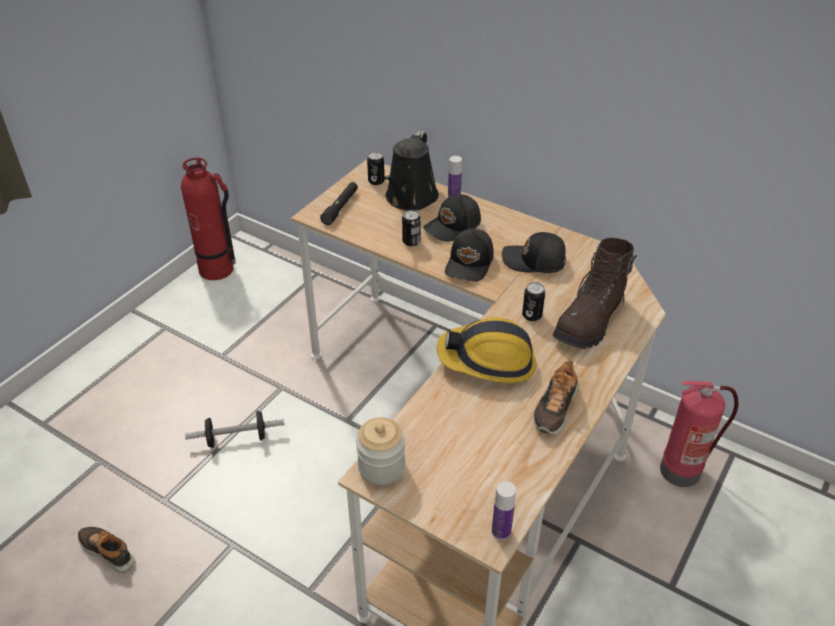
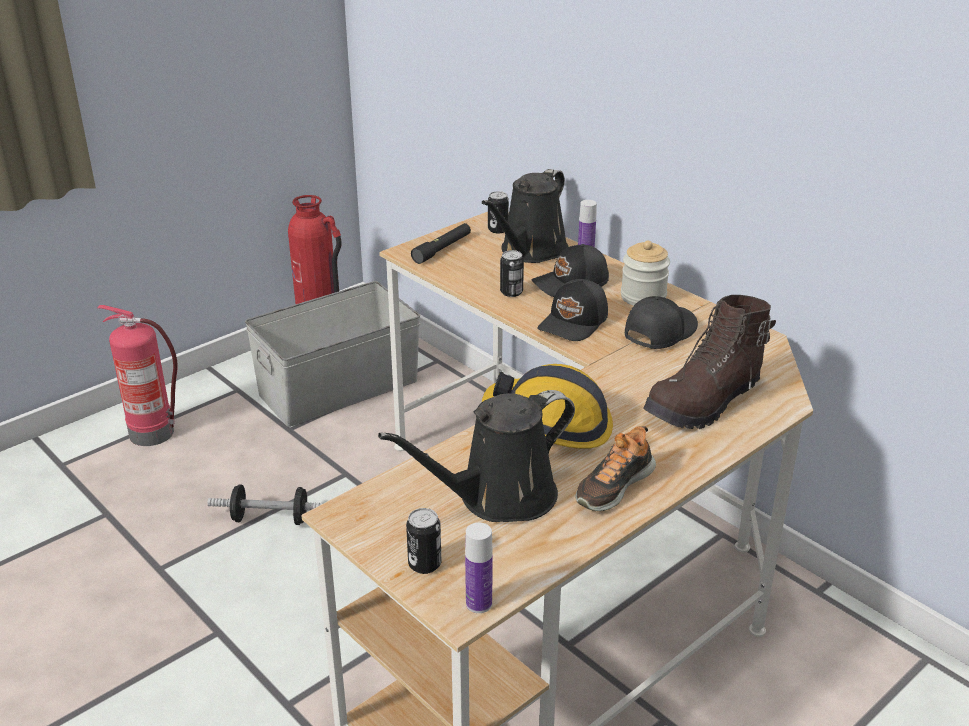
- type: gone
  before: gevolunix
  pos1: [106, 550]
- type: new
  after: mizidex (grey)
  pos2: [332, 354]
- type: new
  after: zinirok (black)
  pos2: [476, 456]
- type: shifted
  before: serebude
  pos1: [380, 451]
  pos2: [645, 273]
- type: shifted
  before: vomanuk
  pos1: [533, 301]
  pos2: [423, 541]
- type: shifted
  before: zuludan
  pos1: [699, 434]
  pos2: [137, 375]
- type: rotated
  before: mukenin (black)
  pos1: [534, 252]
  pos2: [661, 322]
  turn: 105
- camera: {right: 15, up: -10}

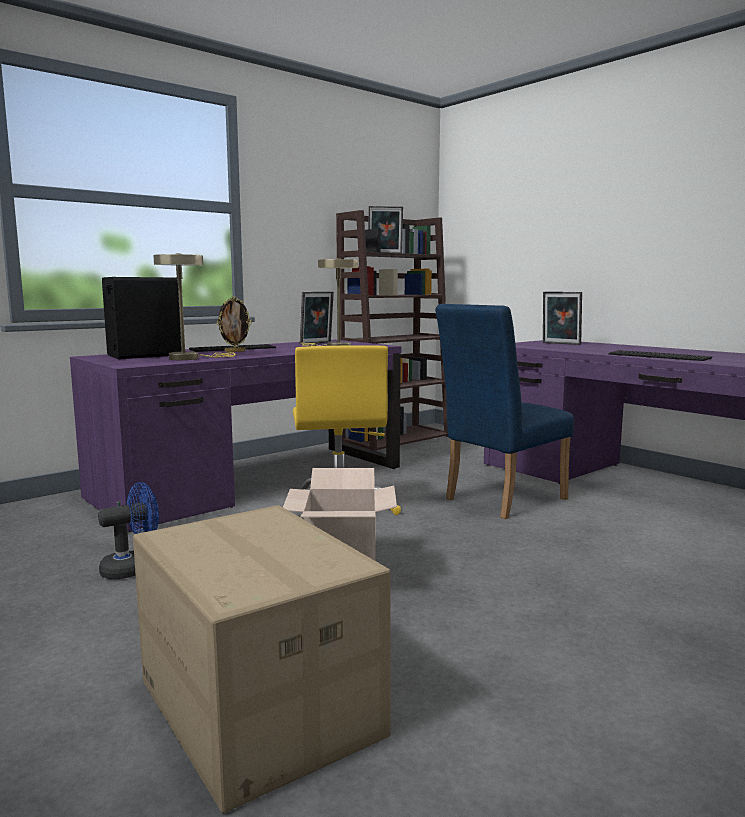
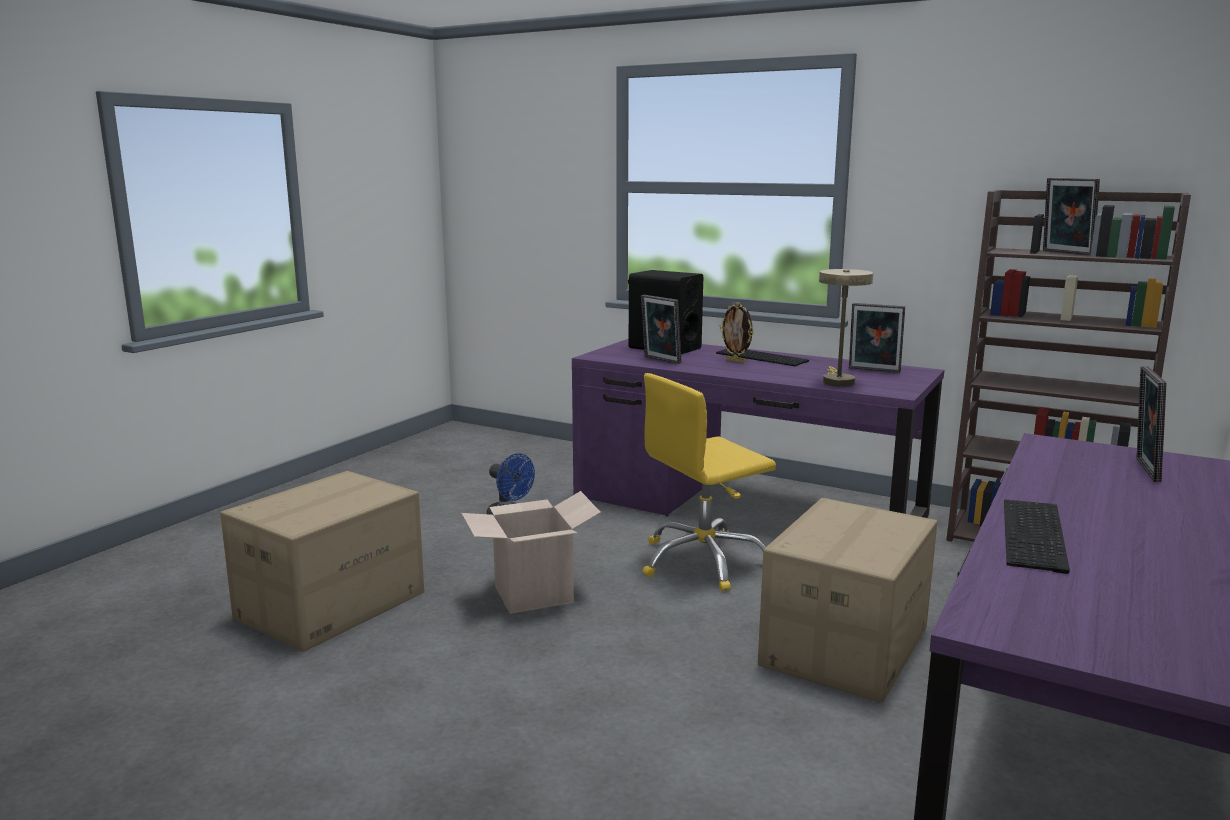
- type: swapped
  before: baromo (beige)
  after: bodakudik
  pos1: [194, 306]
  pos2: [661, 329]
- type: swapped
  before: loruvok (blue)
  after: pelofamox
  pos1: [504, 411]
  pos2: [847, 600]
- camera: {right: 70, up: 5}

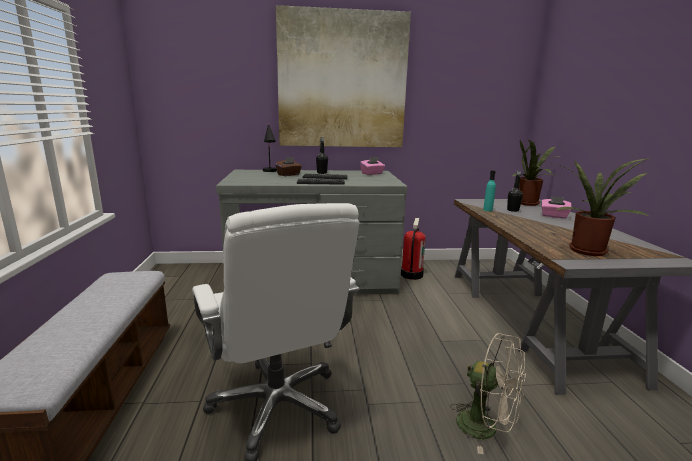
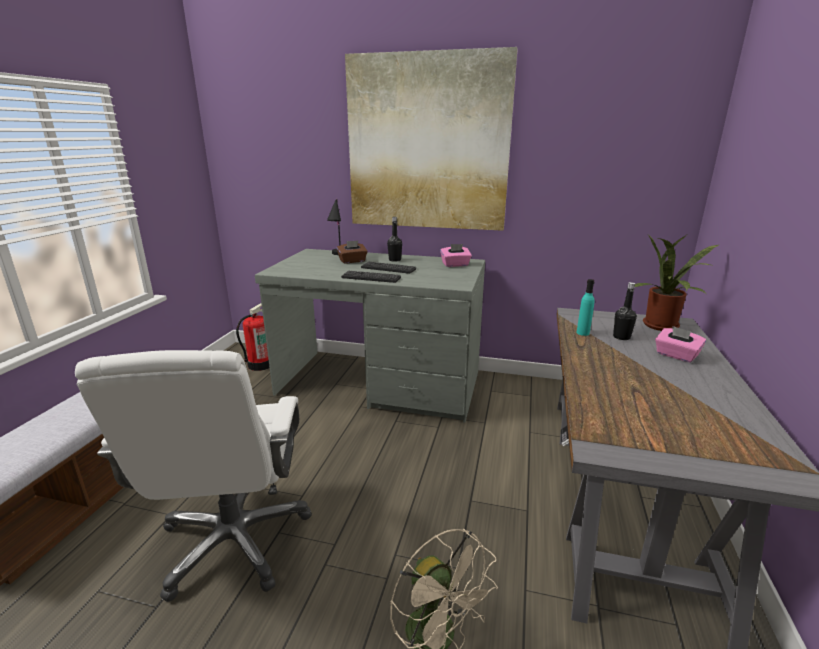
- type: gone
  before: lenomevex
  pos1: [602, 207]
- type: shifted
  before: zuludan
  pos1: [413, 249]
  pos2: [253, 337]
- camera: {right: 20, up: 5}

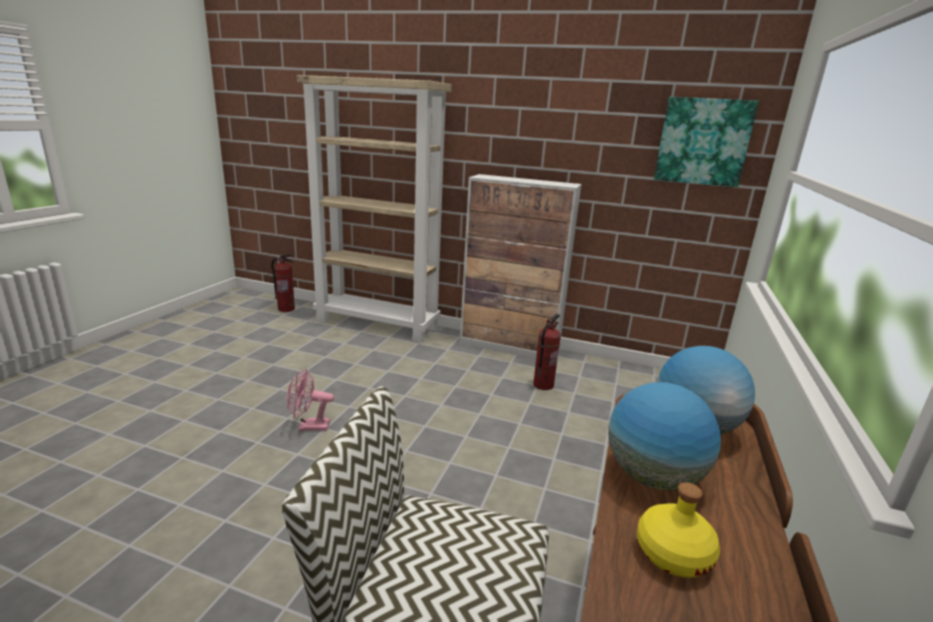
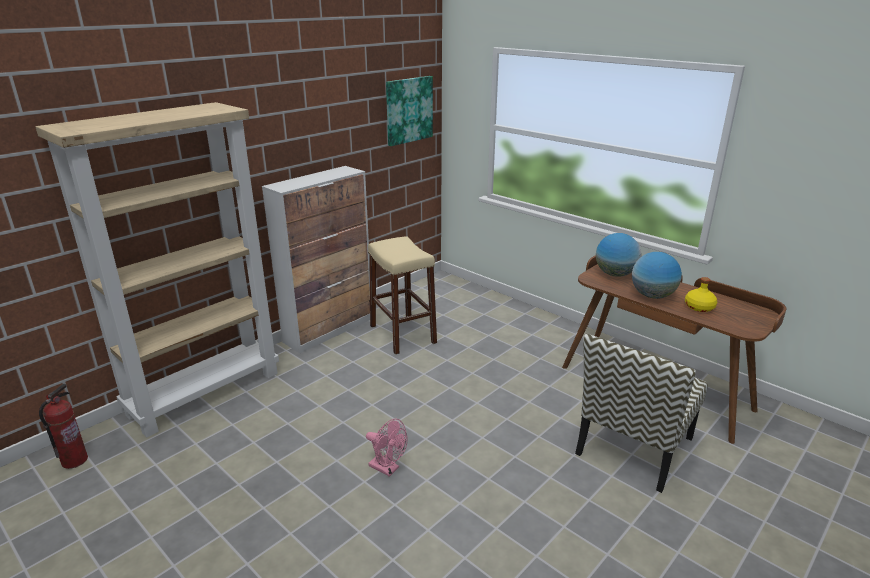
- type: swapped
  before: zuludan
  after: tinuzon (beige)
  pos1: [547, 352]
  pos2: [402, 295]
- type: rotated
  before: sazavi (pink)
  pos1: [310, 400]
  pos2: [387, 448]
  turn: -75
- camera: {right: -65, up: 5}

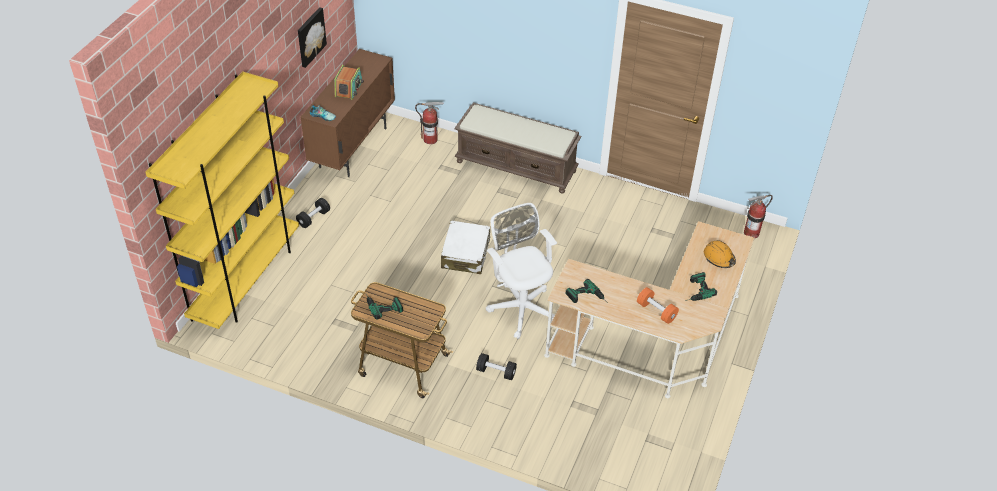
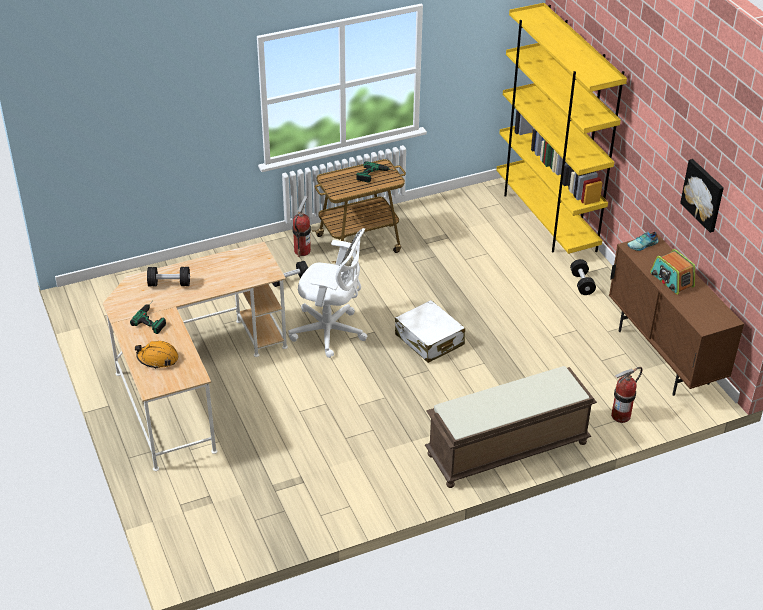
- type: gone
  before: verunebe
  pos1: [586, 291]
- type: shifted
  before: zuludan
  pos1: [758, 216]
  pos2: [301, 226]
- type: repainted
  before: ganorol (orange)
  after: ganorol (black)
  pos1: [658, 305]
  pos2: [168, 276]
- camera: {right: 135, up: -5}

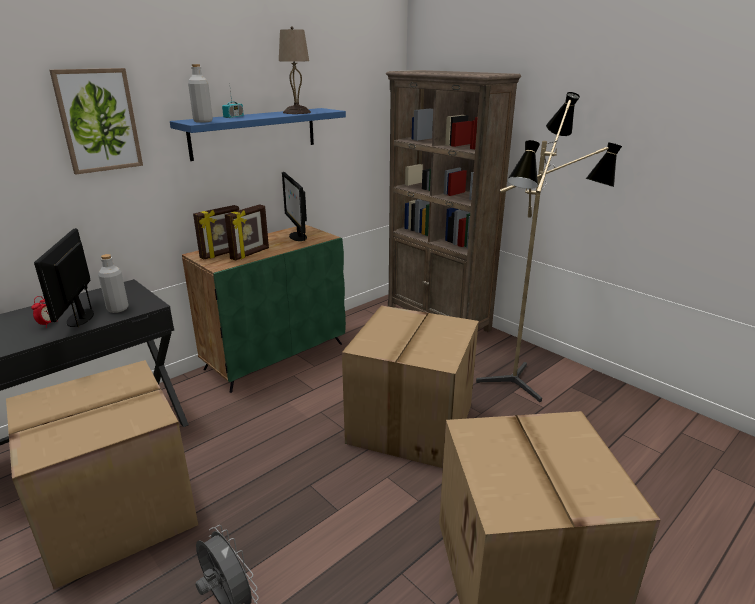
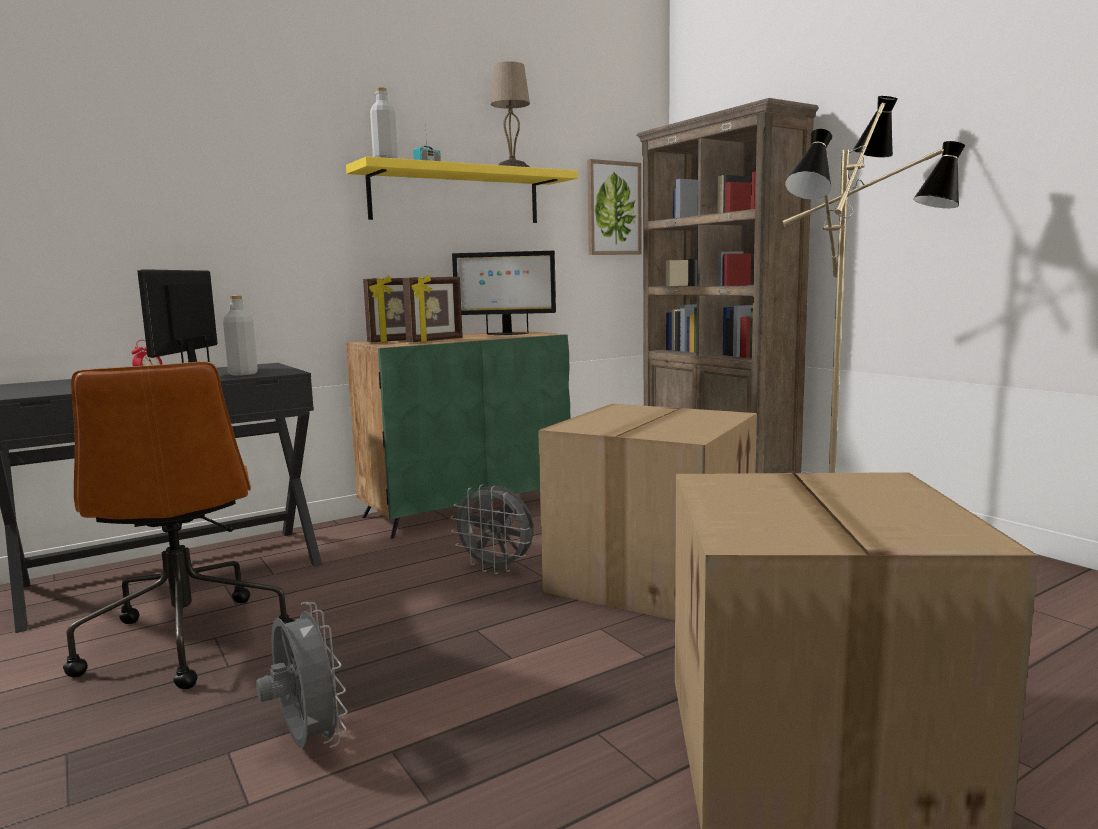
- type: new
  after: sazavi (grey)
  pos2: [491, 529]
- type: shifted
  before: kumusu
  pos1: [96, 121]
  pos2: [614, 207]
- type: swapped
  before: pelofamox
  after: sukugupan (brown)
  pos1: [102, 474]
  pos2: [179, 525]
- type: repainted
  before: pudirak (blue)
  after: pudirak (yellow)
  pos1: [258, 134]
  pos2: [462, 189]
- type: rotated
  before: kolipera
  pos1: [294, 206]
  pos2: [504, 293]
  turn: -75
- camera: {right: 10, up: -15}

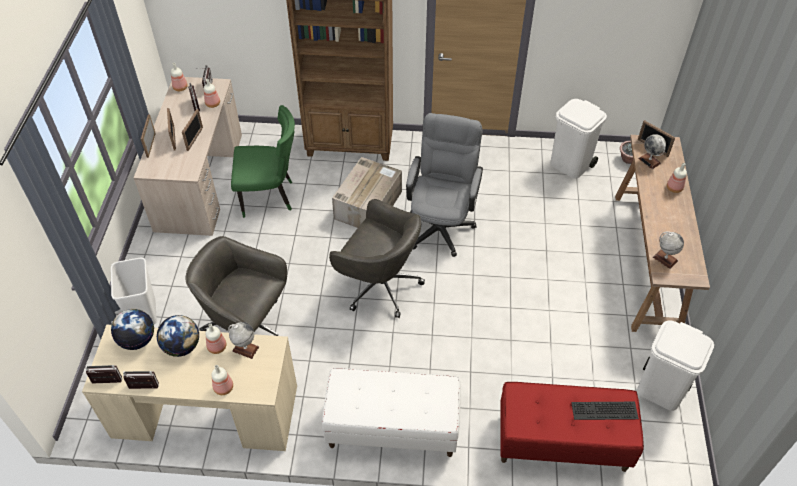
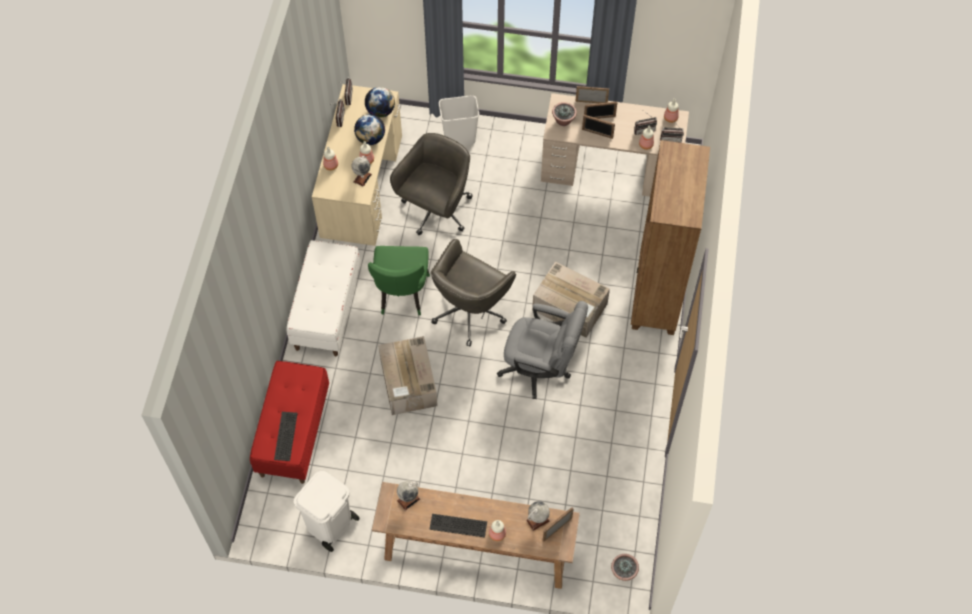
- type: gone
  before: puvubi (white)
  pos1: [578, 139]
- type: new
  after: pelofamox
  pos2: [408, 375]
- type: new
  after: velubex
  pos2: [458, 526]
- type: new
  after: lenomevex
  pos2: [564, 114]
- type: shifted
  before: loruvok (green)
  pos1: [263, 161]
  pos2: [399, 280]
- camera: {right: 95, up: 10}

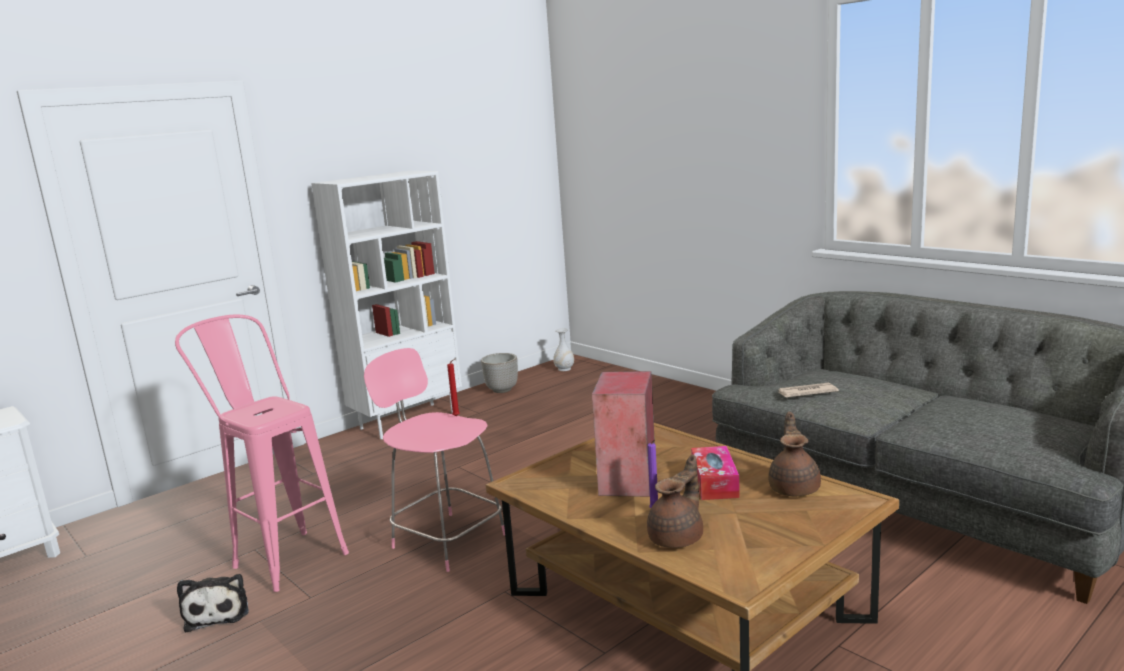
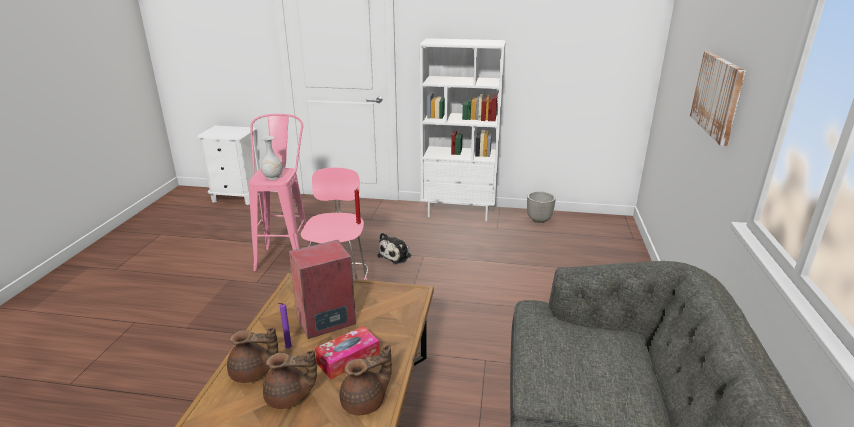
- type: gone
  before: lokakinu
  pos1: [808, 390]
- type: new
  after: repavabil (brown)
  pos2: [290, 379]
- type: new
  after: kumusu
  pos2: [718, 98]
- type: shifted
  before: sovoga
  pos1: [213, 603]
  pos2: [394, 248]
- type: shifted
  before: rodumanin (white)
  pos1: [563, 349]
  pos2: [272, 158]
- camera: {right: 50, up: 10}

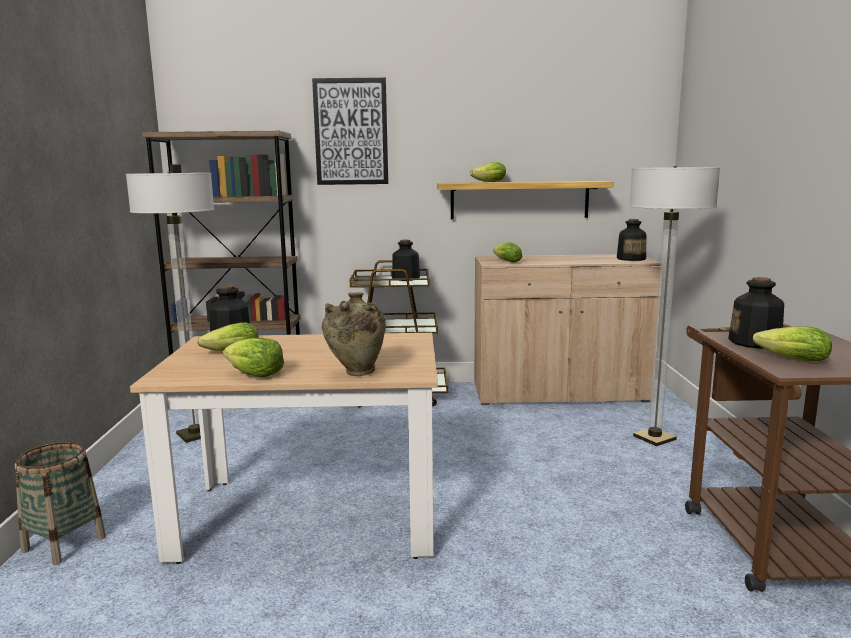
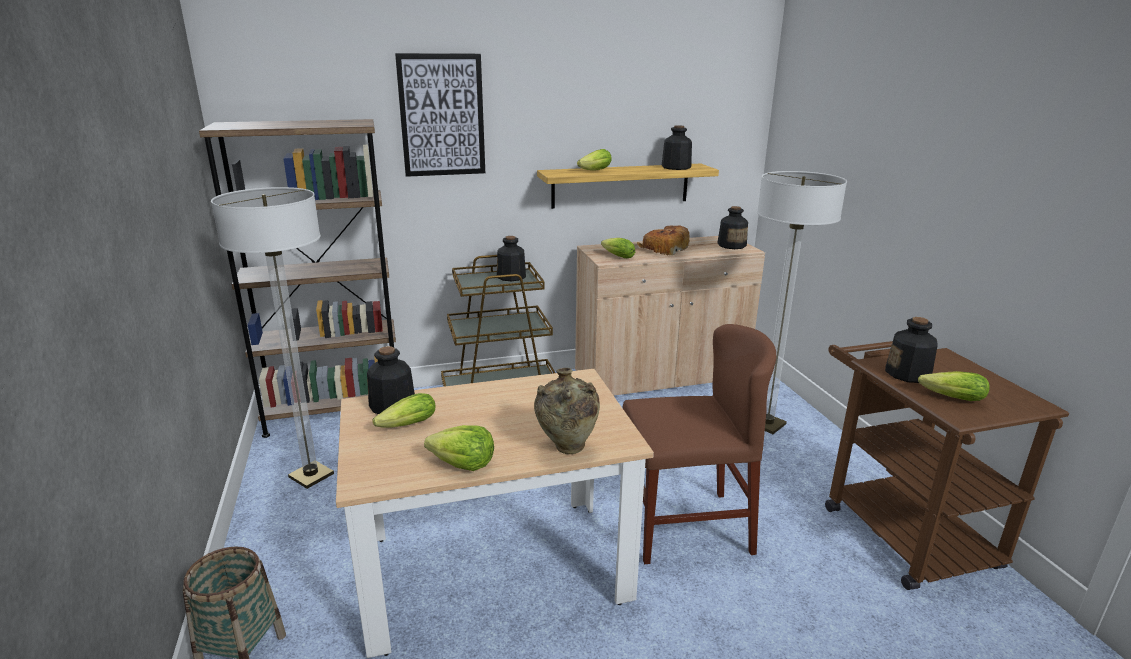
- type: new
  after: loruvok (brown)
  pos2: [699, 444]
- type: new
  after: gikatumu
  pos2: [663, 240]
- type: new
  after: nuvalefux
  pos2: [676, 147]
- camera: {right: -15, up: 10}

